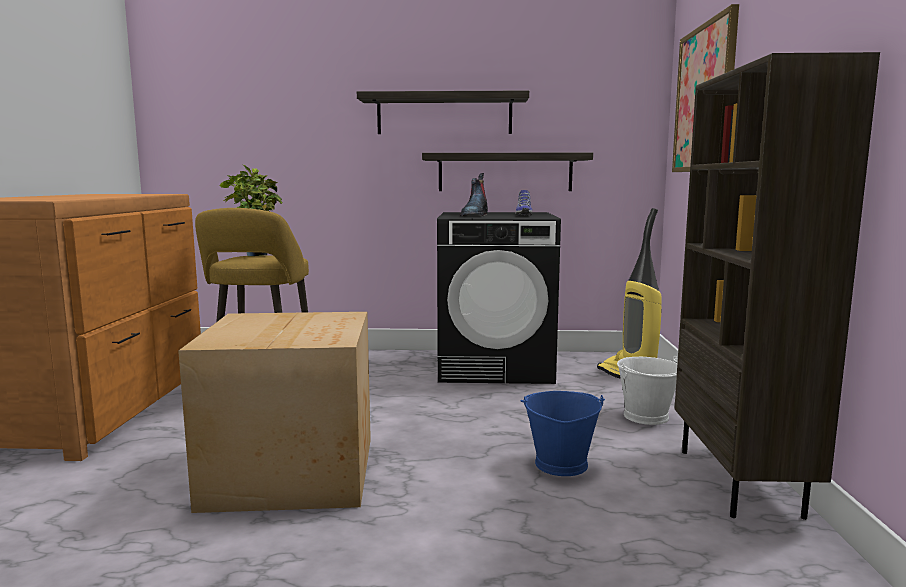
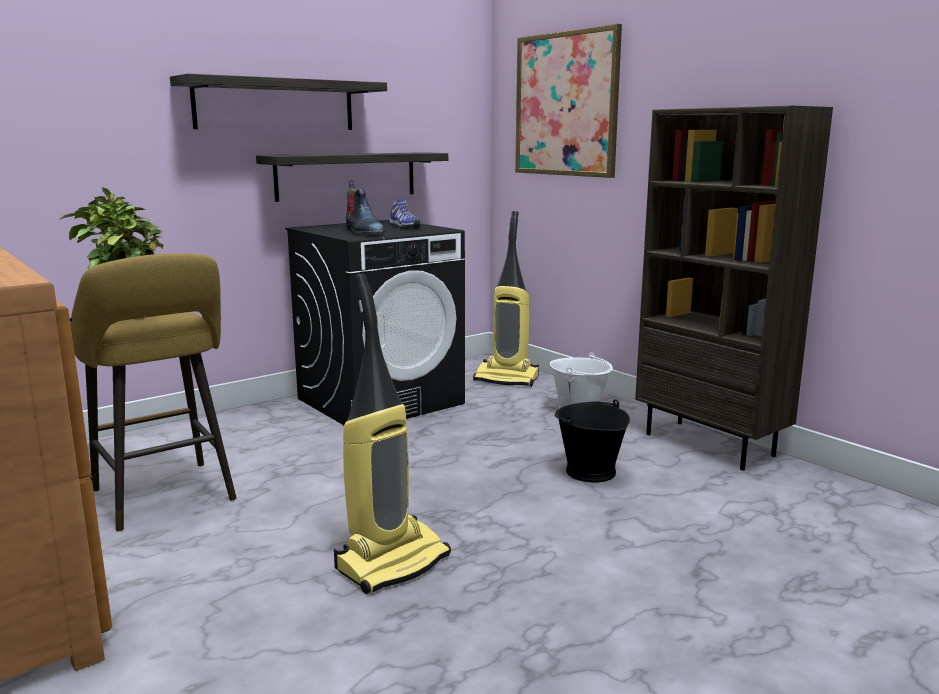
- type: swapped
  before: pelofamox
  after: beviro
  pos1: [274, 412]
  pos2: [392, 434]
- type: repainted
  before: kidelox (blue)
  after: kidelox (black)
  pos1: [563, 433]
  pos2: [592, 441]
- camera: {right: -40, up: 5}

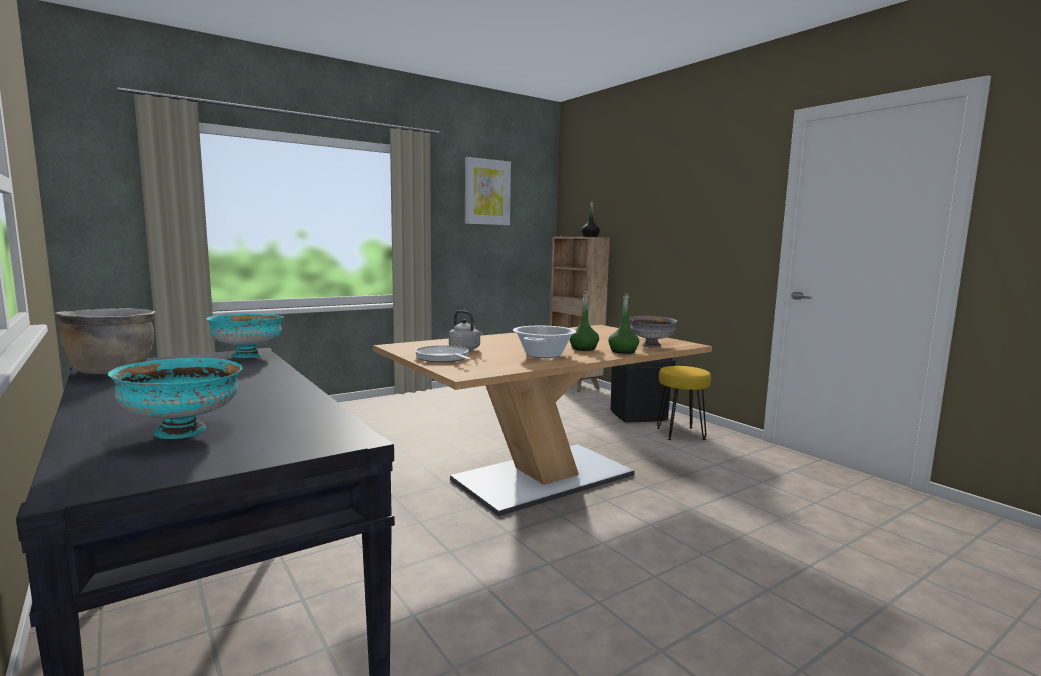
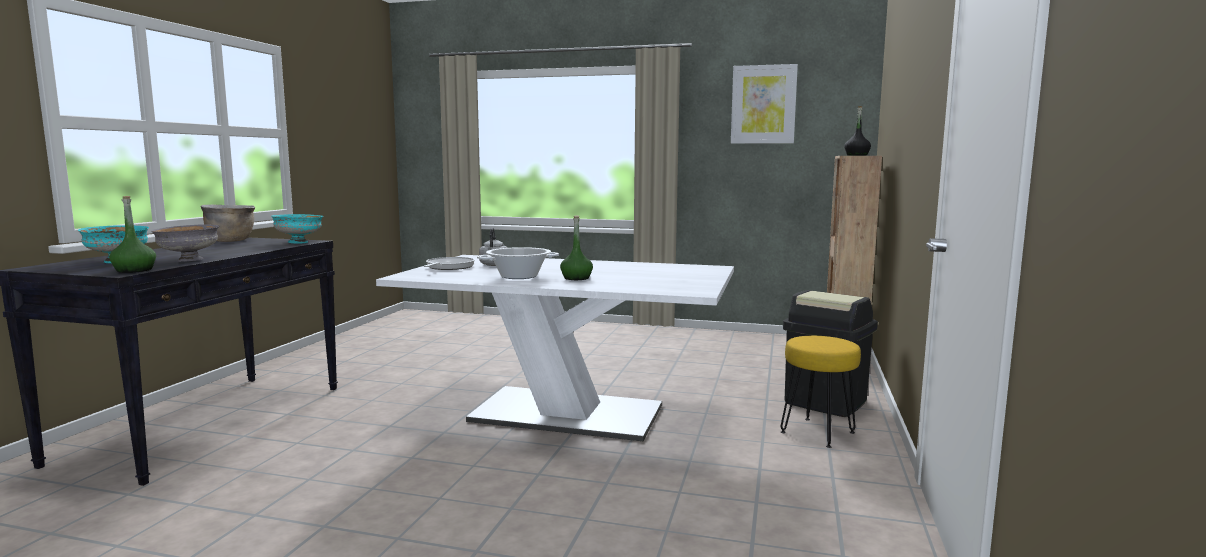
- type: shifted
  before: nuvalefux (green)
  pos1: [623, 323]
  pos2: [132, 234]
- type: shifted
  before: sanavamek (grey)
  pos1: [653, 332]
  pos2: [185, 243]
- type: repainted
  before: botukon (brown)
  after: botukon (white)
  pos1: [542, 420]
  pos2: [555, 348]
- camera: {right: 50, up: 0}

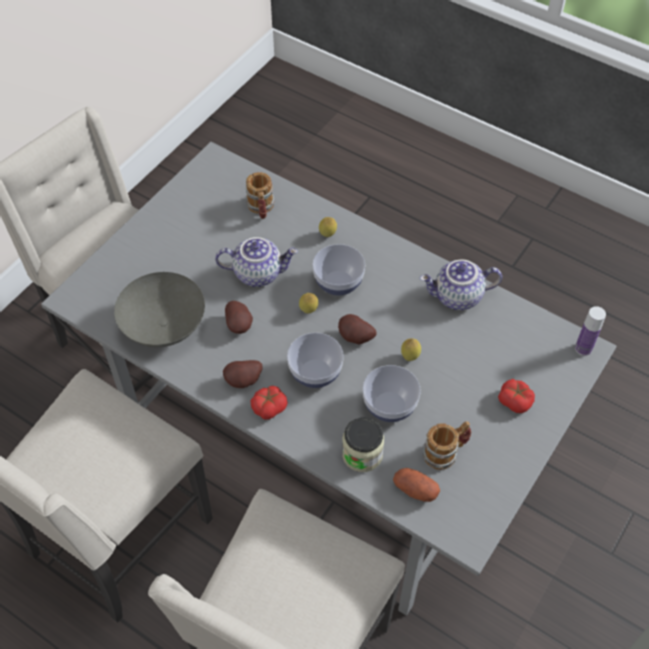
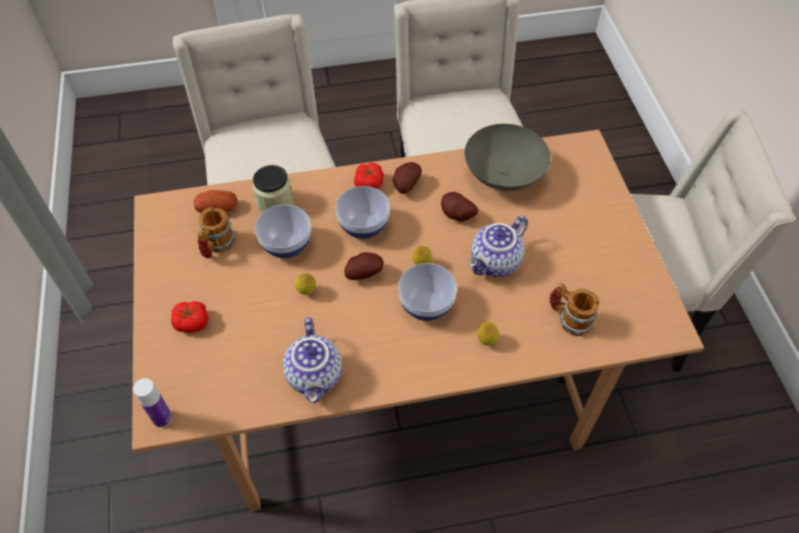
- type: repainted
  before: botukon (grey)
  after: botukon (brown)
  pos1: [329, 379]
  pos2: [418, 320]
- type: rotated
  before: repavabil
  pos1: [461, 285]
  pos2: [312, 360]
  turn: 135
- camera: {right: 135, up: 0}

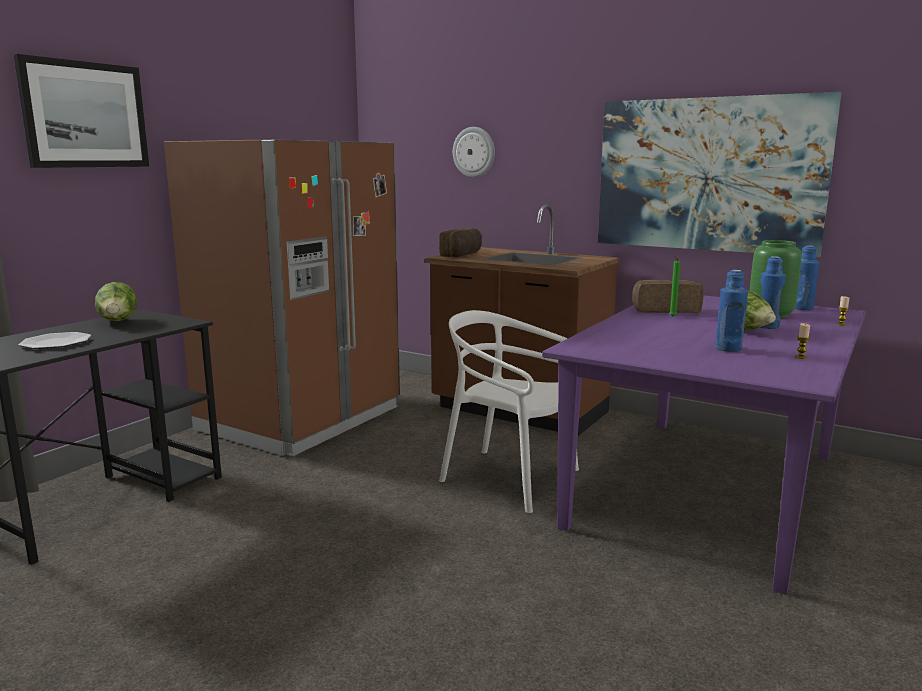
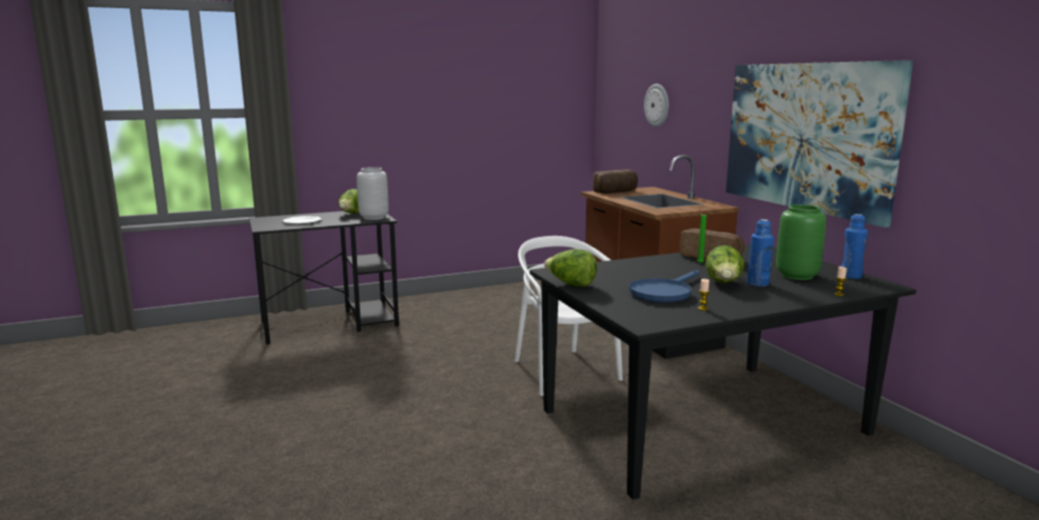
- type: gone
  before: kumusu
  pos1: [81, 111]
- type: gone
  before: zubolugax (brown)
  pos1: [282, 297]
- type: new
  after: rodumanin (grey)
  pos2: [373, 193]
- type: new
  after: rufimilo
  pos2: [570, 268]
- type: swapped
  before: nuvalefux (blue)
  after: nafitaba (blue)
  pos1: [731, 311]
  pos2: [664, 286]
- type: repainted
  before: botukon (purple)
  after: botukon (black)
  pos1: [704, 445]
  pos2: [723, 372]
- camera: {right: 35, up: 0}

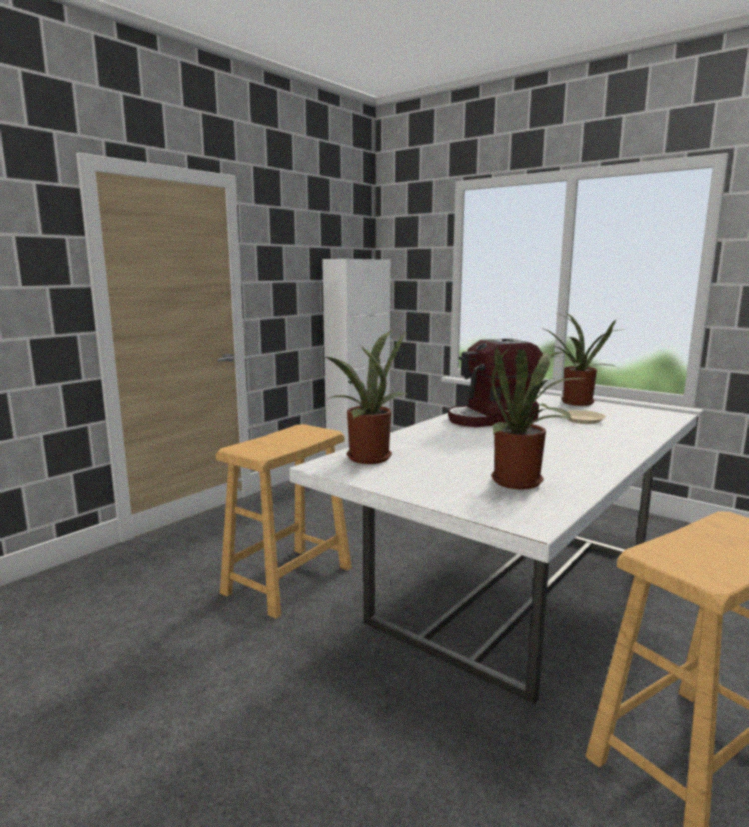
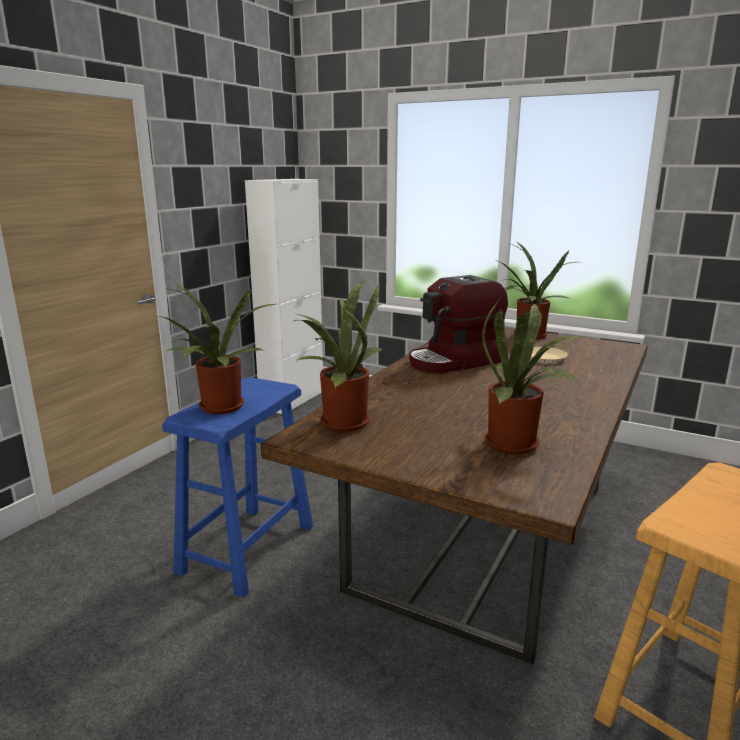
- type: new
  after: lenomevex
  pos2: [215, 349]
- type: repainted
  before: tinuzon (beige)
  after: tinuzon (blue)
  pos1: [284, 521]
  pos2: [237, 487]
- type: repainted
  before: botukon (white)
  after: botukon (brown)
  pos1: [493, 548]
  pos2: [454, 495]
- camera: {right: -10, up: 5}

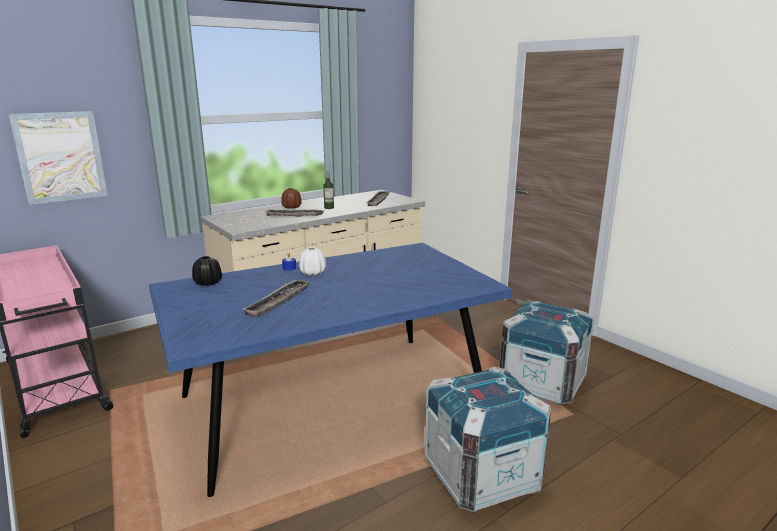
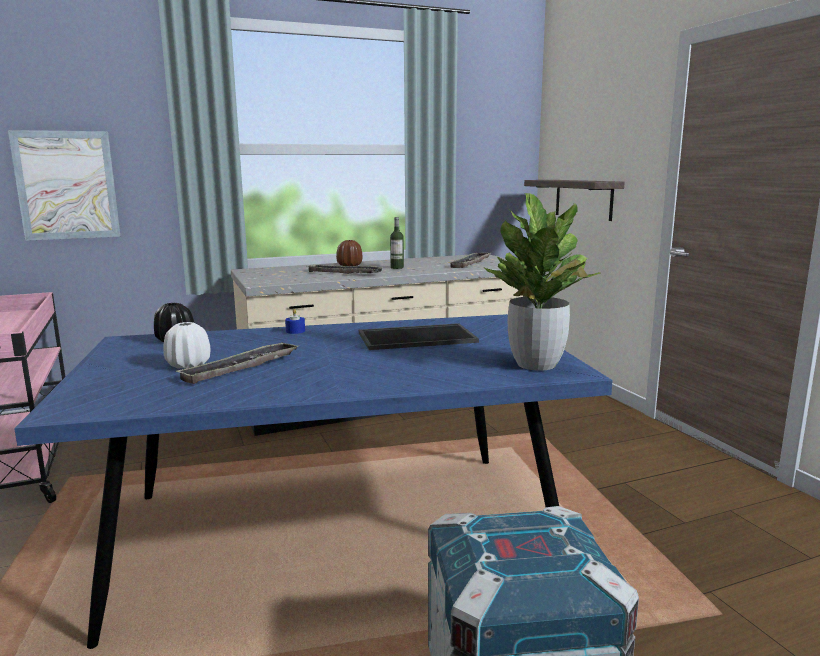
- type: gone
  before: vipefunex
  pos1: [547, 353]
- type: new
  after: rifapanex
  pos2: [419, 336]
- type: new
  after: lenomevex
  pos2: [542, 282]
- type: new
  after: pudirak
  pos2: [574, 200]
- type: shifted
  before: rodumanin (white)
  pos1: [312, 261]
  pos2: [187, 345]
- camera: {right: 15, up: -5}

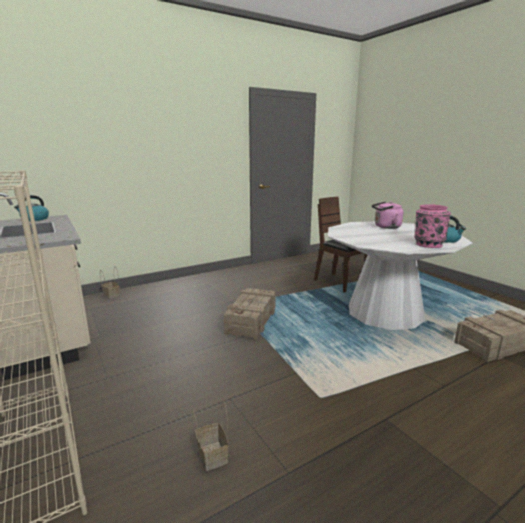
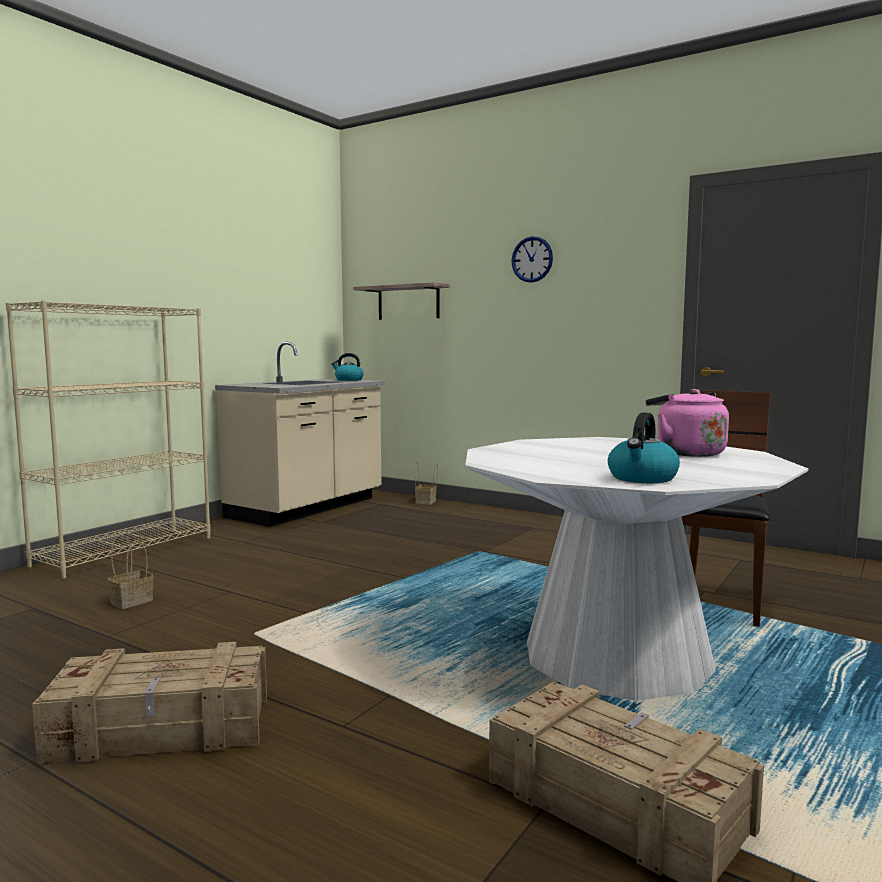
- type: gone
  before: rodumanin (pink)
  pos1: [432, 226]
- type: new
  after: pudirak
  pos2: [401, 301]
- type: new
  after: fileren
  pos2: [532, 259]
- type: shifted
  before: vipefunex
  pos1: [250, 313]
  pos2: [149, 703]
- camera: {right: 65, up: -10}

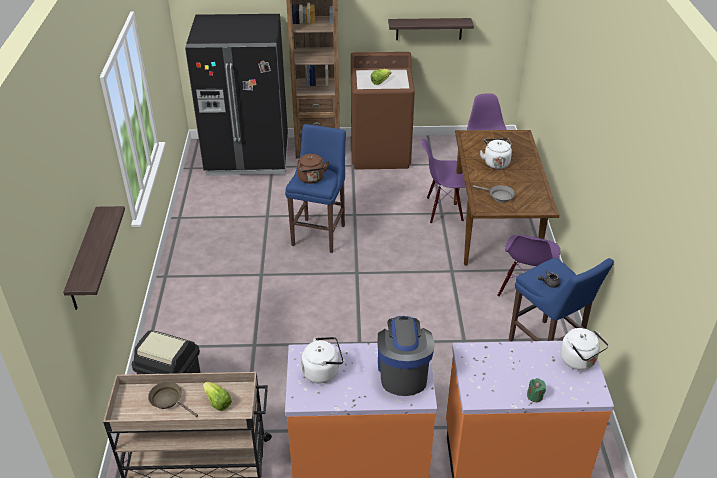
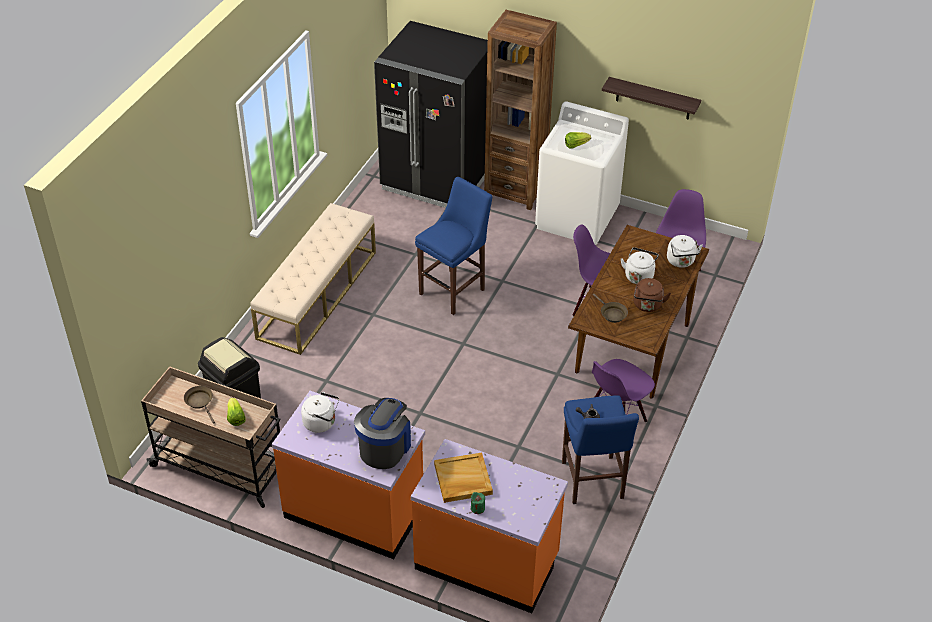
- type: gone
  before: pudirak
  pos1: [94, 258]
- type: new
  after: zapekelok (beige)
  pos2: [313, 279]
- type: new
  after: rifapanex (beige)
  pos2: [463, 478]
- type: shifted
  before: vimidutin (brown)
  pos1: [313, 169]
  pos2: [652, 295]
- type: shifted
  before: vimidutin (white)
  pos1: [584, 349]
  pos2: [685, 251]
- type: repainted
  before: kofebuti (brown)
  after: kofebuti (white)
  pos1: [383, 110]
  pos2: [582, 173]
- type: repainted
  before: nafitaba (grey)
  after: nafitaba (brown)
  pos1: [494, 194]
  pos2: [610, 308]
- camera: {right: 25, up: 5}

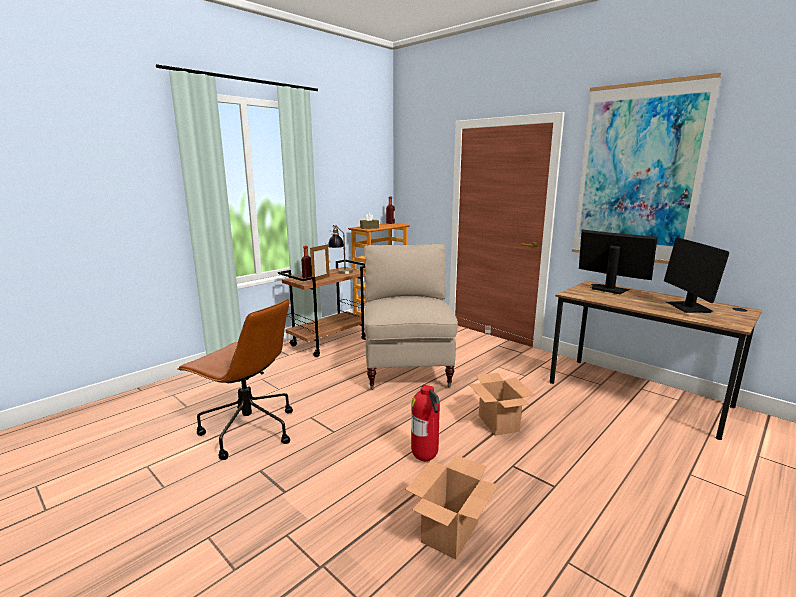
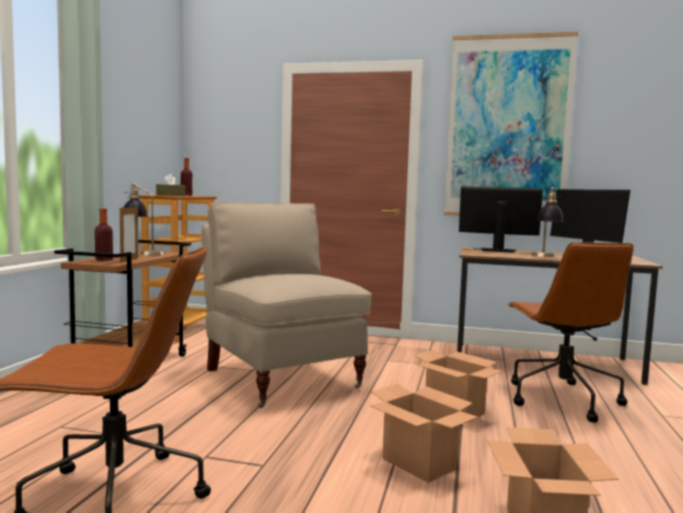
- type: new
  after: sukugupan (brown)
  pos2: [570, 332]
- type: new
  after: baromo
  pos2: [547, 222]
- type: swapped
  before: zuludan
  after: pelofamox
  pos1: [425, 422]
  pos2: [424, 433]
- camera: {right: -30, up: -10}

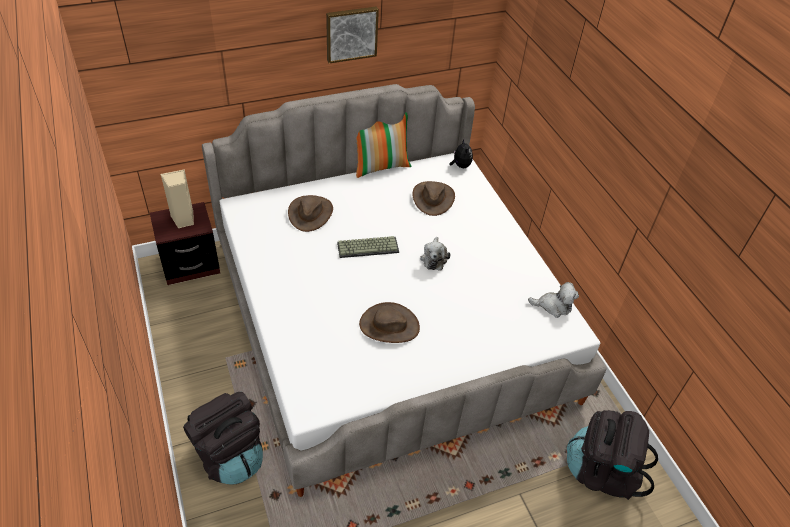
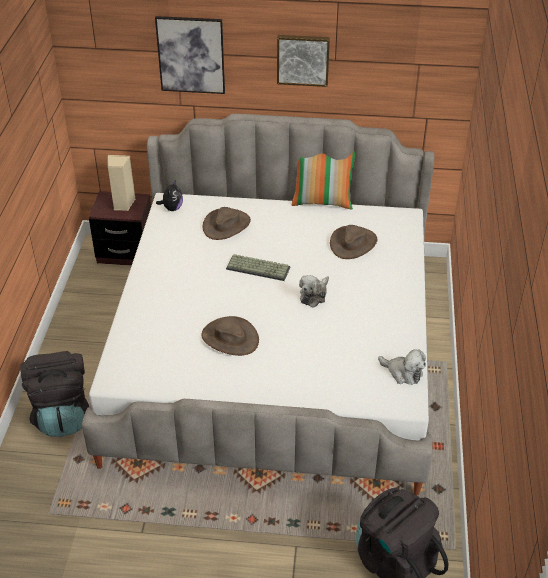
- type: new
  after: kumusu
  pos2: [190, 55]
- type: shifted
  before: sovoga
  pos1: [461, 154]
  pos2: [169, 196]
- camera: {right: 30, up: -5}

